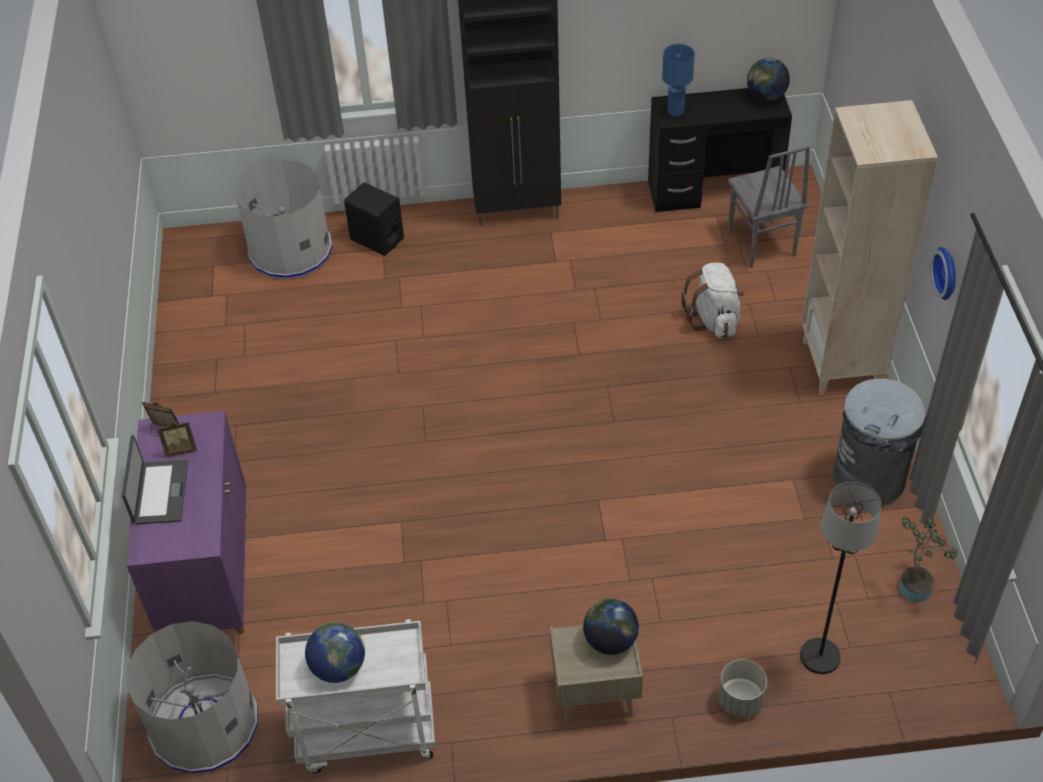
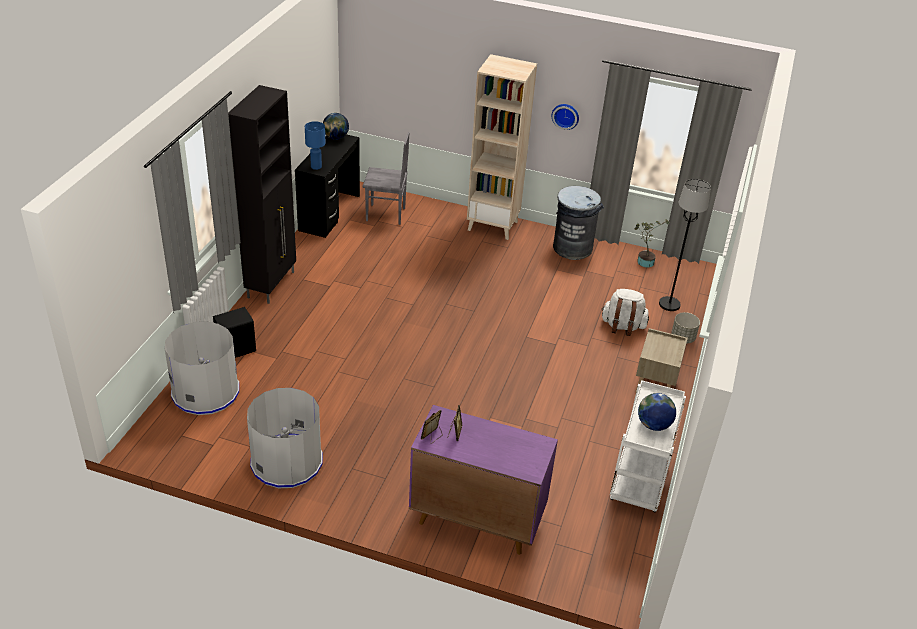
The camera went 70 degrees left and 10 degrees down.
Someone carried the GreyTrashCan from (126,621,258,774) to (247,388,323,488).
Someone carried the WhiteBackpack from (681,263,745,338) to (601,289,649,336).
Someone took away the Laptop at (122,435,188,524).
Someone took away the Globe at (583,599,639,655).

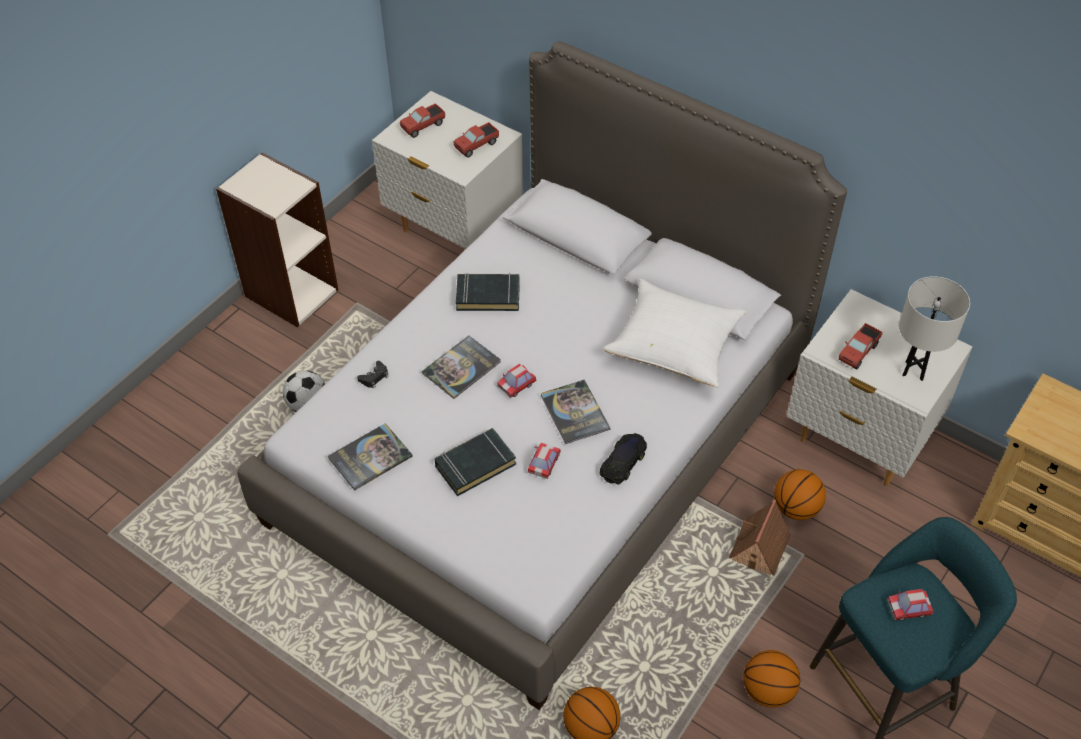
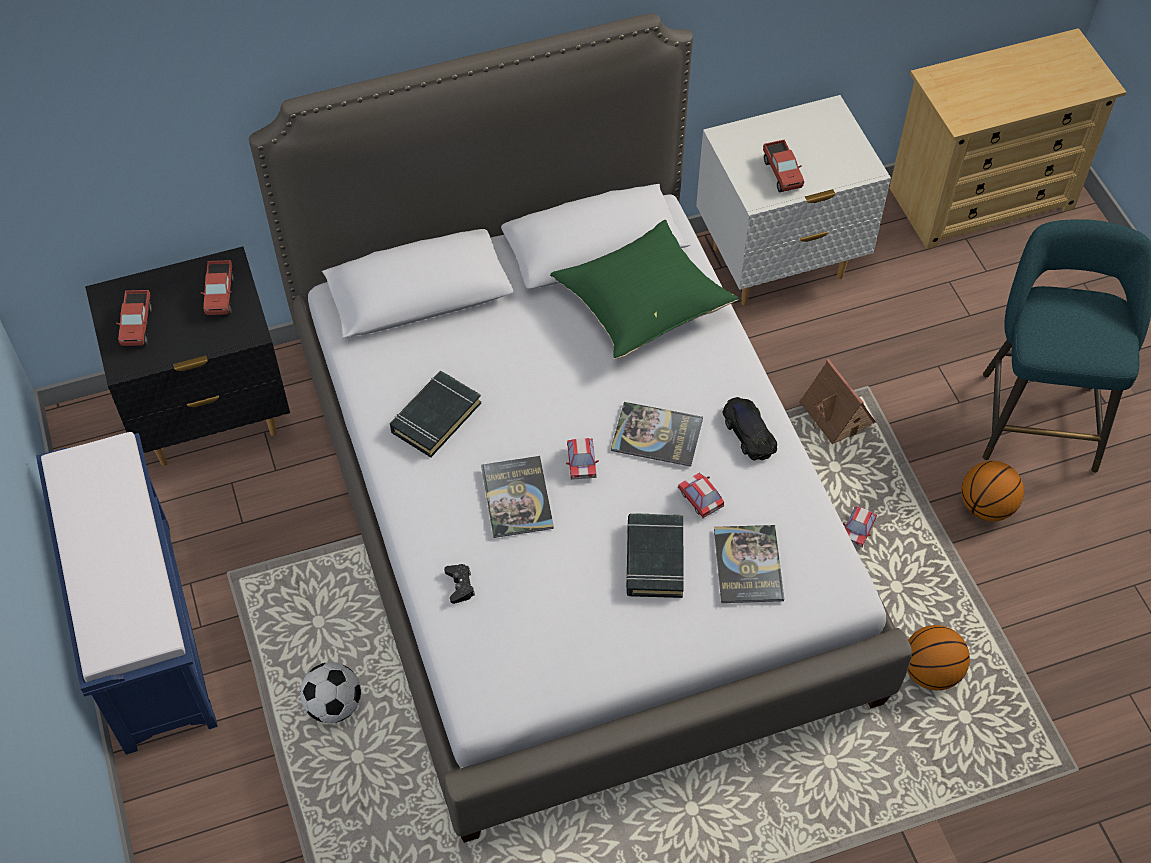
The camera went 55 degrees left and 5 degrees up.
Someone swapped the Bookcase at (216,152,338,327) for the BlueBench at (36,432,218,755).
Someone repainted the WhiteNightstand at (372,91,523,249), which became the BlackNightstand at (85,247,290,466).
Someone repainted the WhitePillow at (603,279,746,387), which became the GreenPillow at (550,220,739,359).
Someone carried the Book from (328,423,413,491) to (714,525,784,603).
Someone carried the ToyCar from (887,589,934,621) to (843,506,877,548).
Someone took away the Basketball at (774,469,826,520).
Someone took away the WhiteTableLamp at (899,276,970,381).

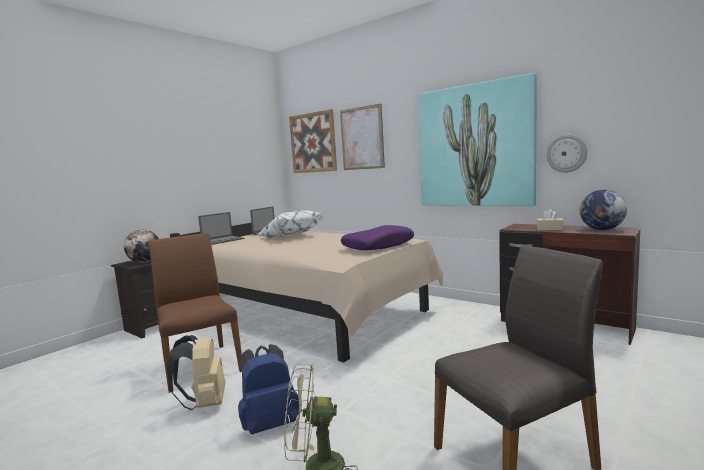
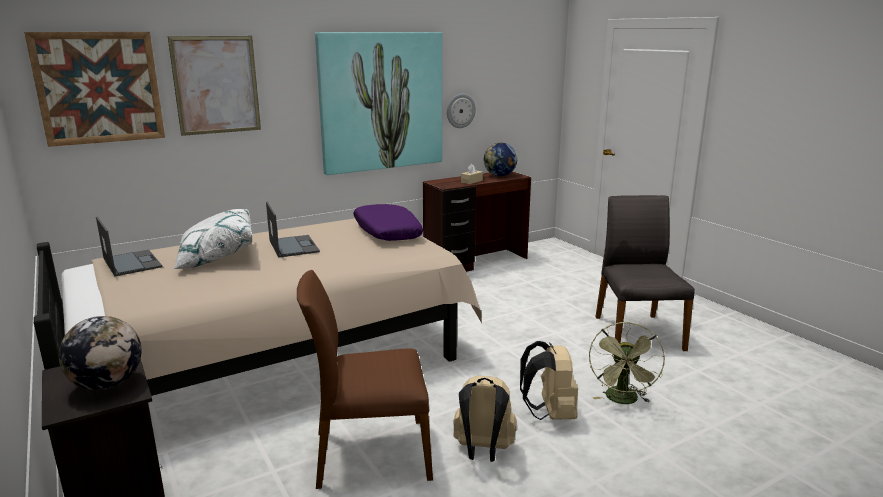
The camera went 70 degrees left and 10 degrees up.
Someone carried the Laptop from (198,212,245,245) to (266,202,320,258).
Someone repainted the BlueBackpack at (238,344,299,434), which became the BeigeBackpack at (520,341,578,420).

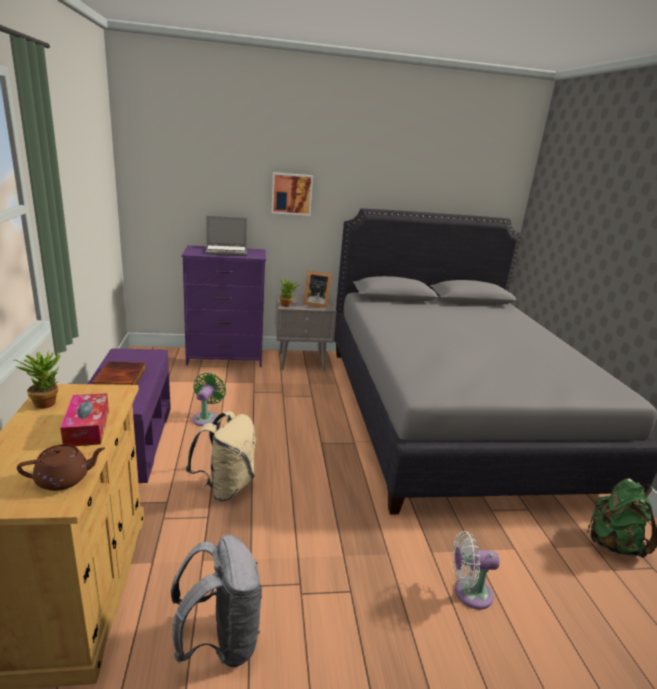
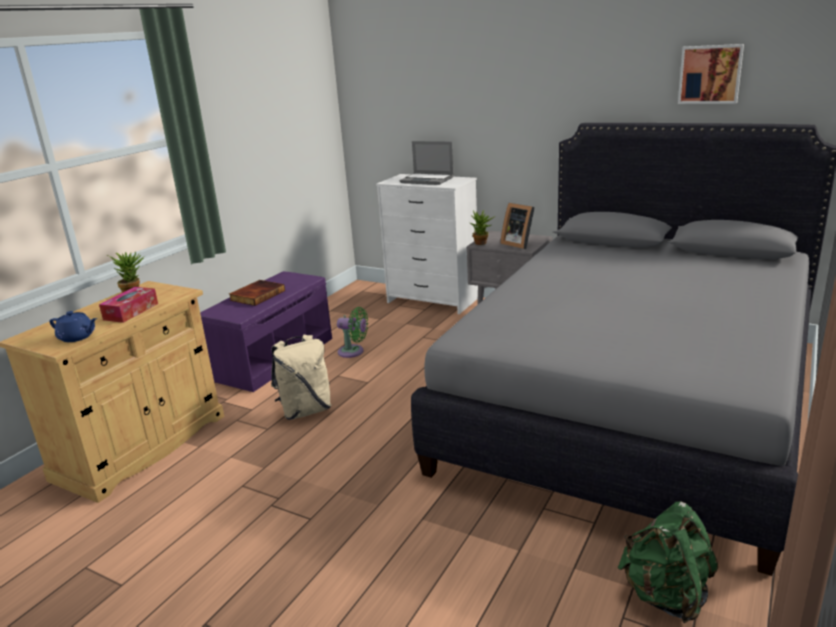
The camera went 40 degrees right and 0 degrees up.
Someone repainted the BrownTeapot at (17,444,105,491), which became the BlueTeapot at (49,311,97,342).
Someone rotated the GreenFan at (193,373,226,426) by 60 degrees clockwise.
Someone repainted the PurpleDresser at (182,245,266,367), which became the WhiteDresser at (376,174,478,314).
Someone carried the Picture from (271,172,313,216) to (678,44,744,104).
Someone took away the GreyBackpack at (171,535,262,667).
Someone took away the WhiteFan at (452,531,500,610).

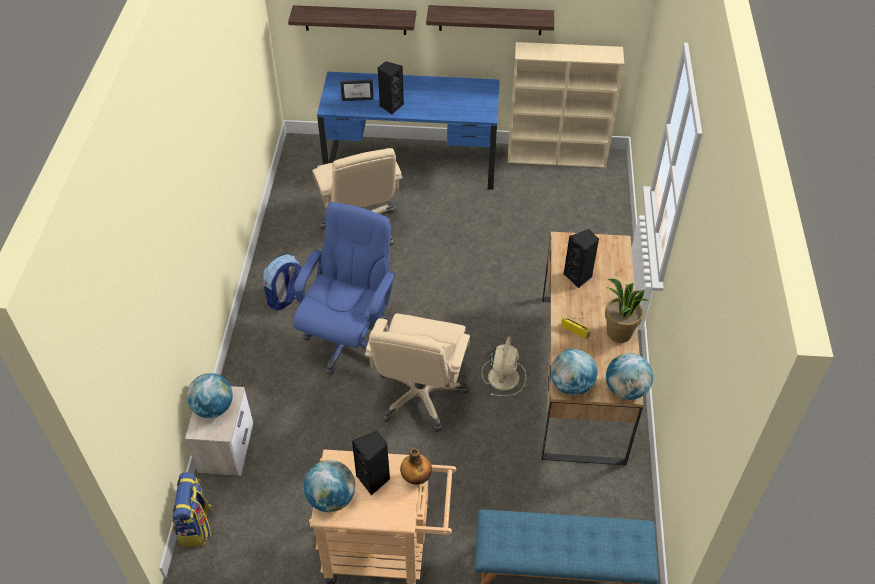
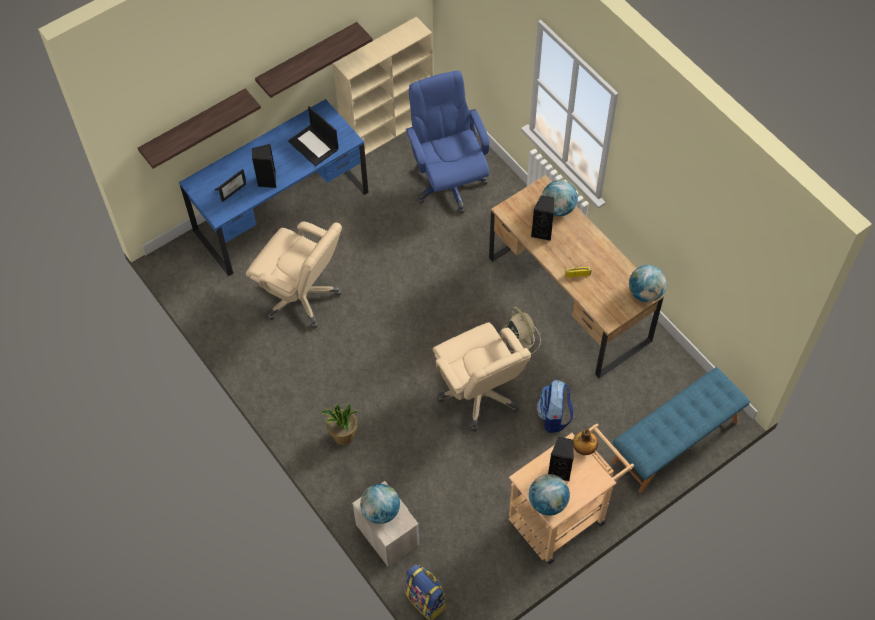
The camera went 40 degrees left and 10 degrees up.
Someone put down the Laptop at (288,106,338,166).
Someone carried the PottedPlant from (605,279,649,343) to (321,403,358,445).
Someone carried the BlueOfficeChair from (293,202,396,375) to (406,71,489,213).
Someone carried the Backpack from (263,254,302,310) to (536,380,573,433).
Someone carried the Globe from (551,349,598,395) to (542,180,578,216).

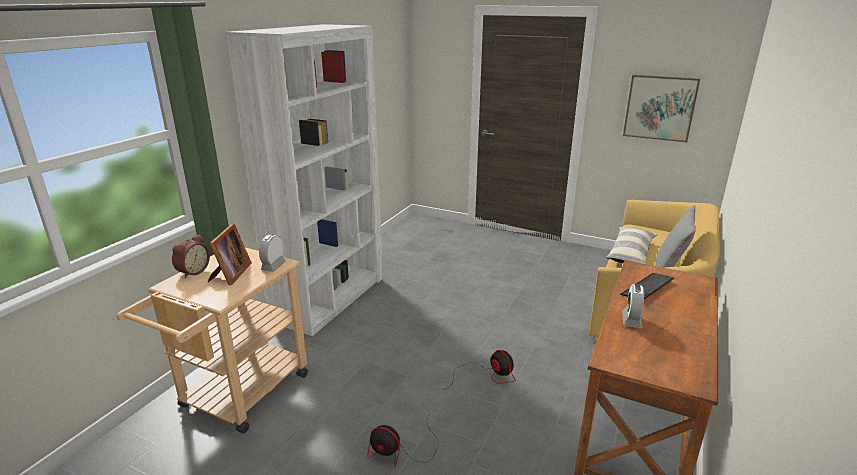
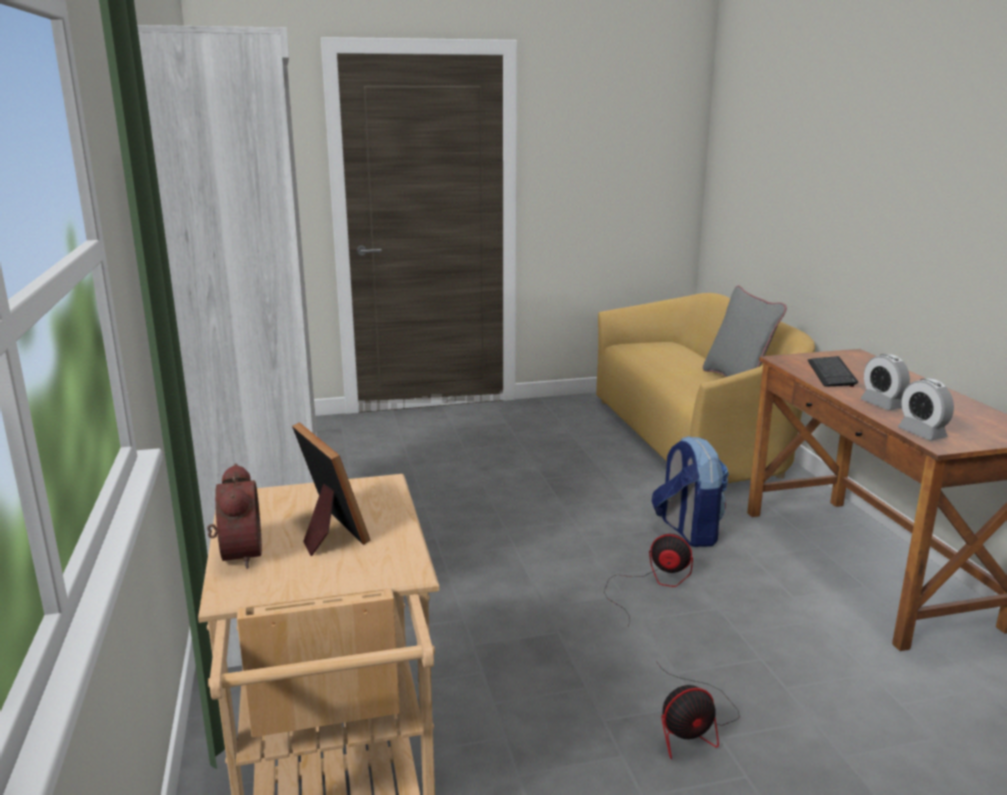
The camera went 40 degrees left and 5 degrees down.
Someone put down the Backpack at (652,436,729,547).
Someone carried the AlarmClock from (259,234,286,272) to (898,378,954,440).
Someone took away the Pillow at (606,227,657,264).
Someone took away the Picture at (623,75,700,142).

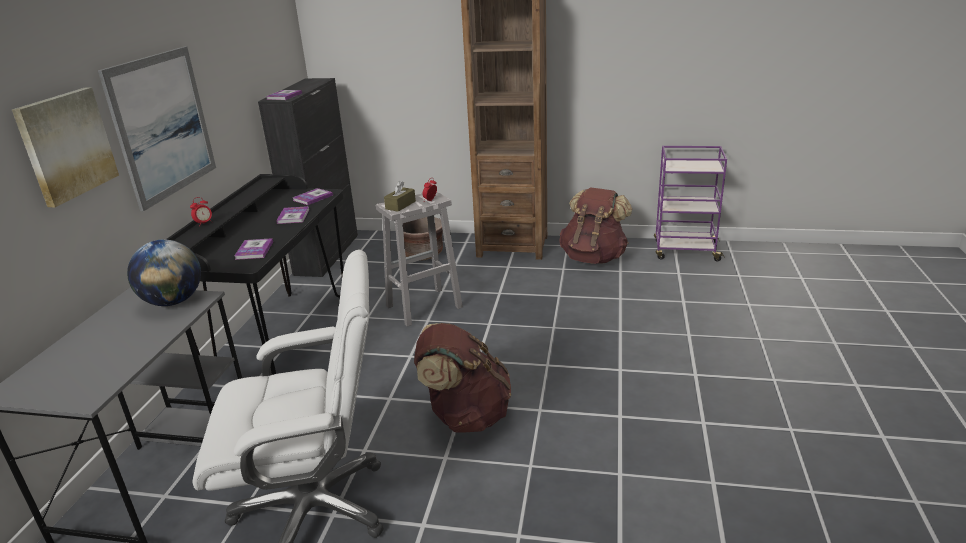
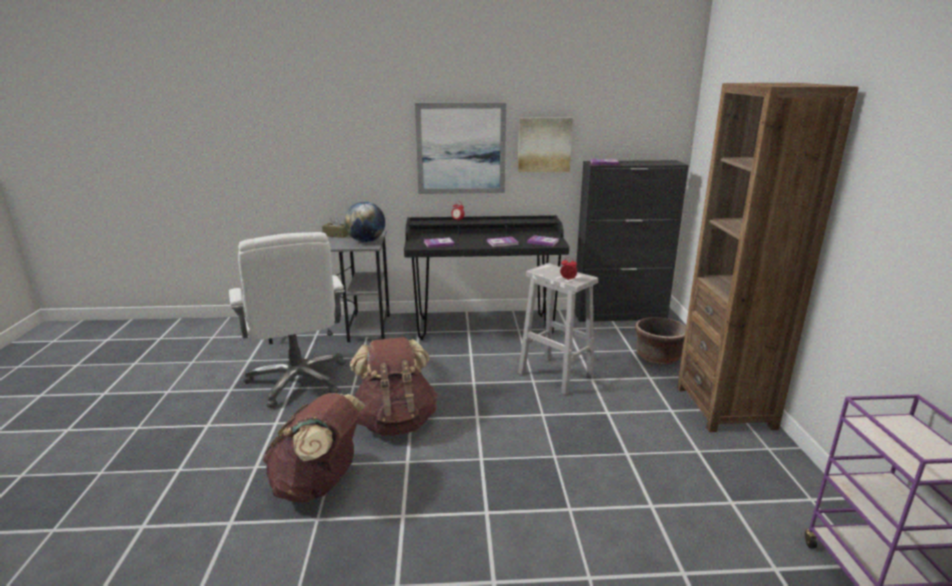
The camera went 75 degrees right and 5 degrees down.
Someone carried the BrownBackpack from (559,187,632,264) to (263,393,365,502).
Someone carried the BrownTissueBox from (384,181,416,212) to (322,216,349,238).
Someone carried the Picture from (12,87,119,207) to (518,117,573,172).

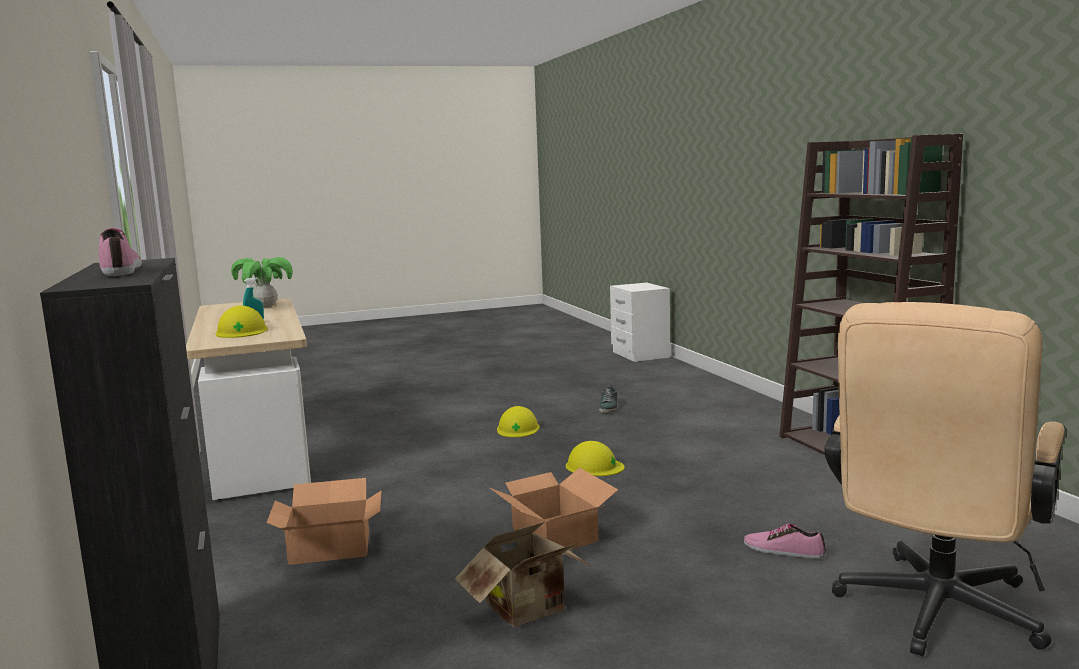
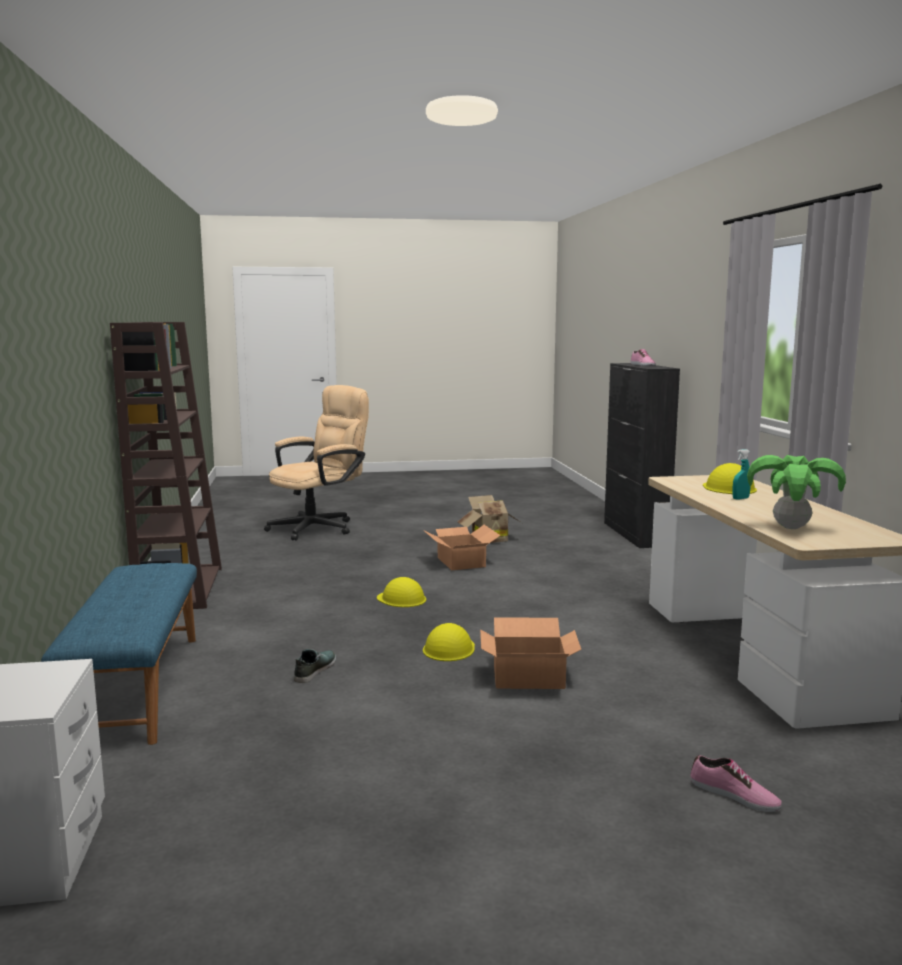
The camera went 170 degrees left and 0 degrees up.
Someone put down the BlueBench at (41,563,197,745).
Someone carried the CardboardBox from (267,478,381,565) to (480,617,582,689).
Someone carried the Shoe from (744,523,826,559) to (690,755,782,812).

